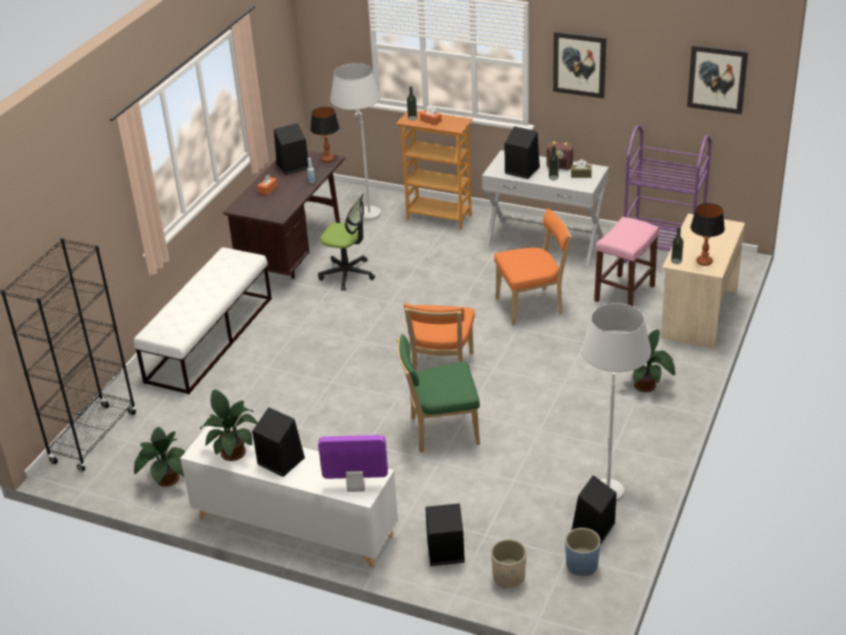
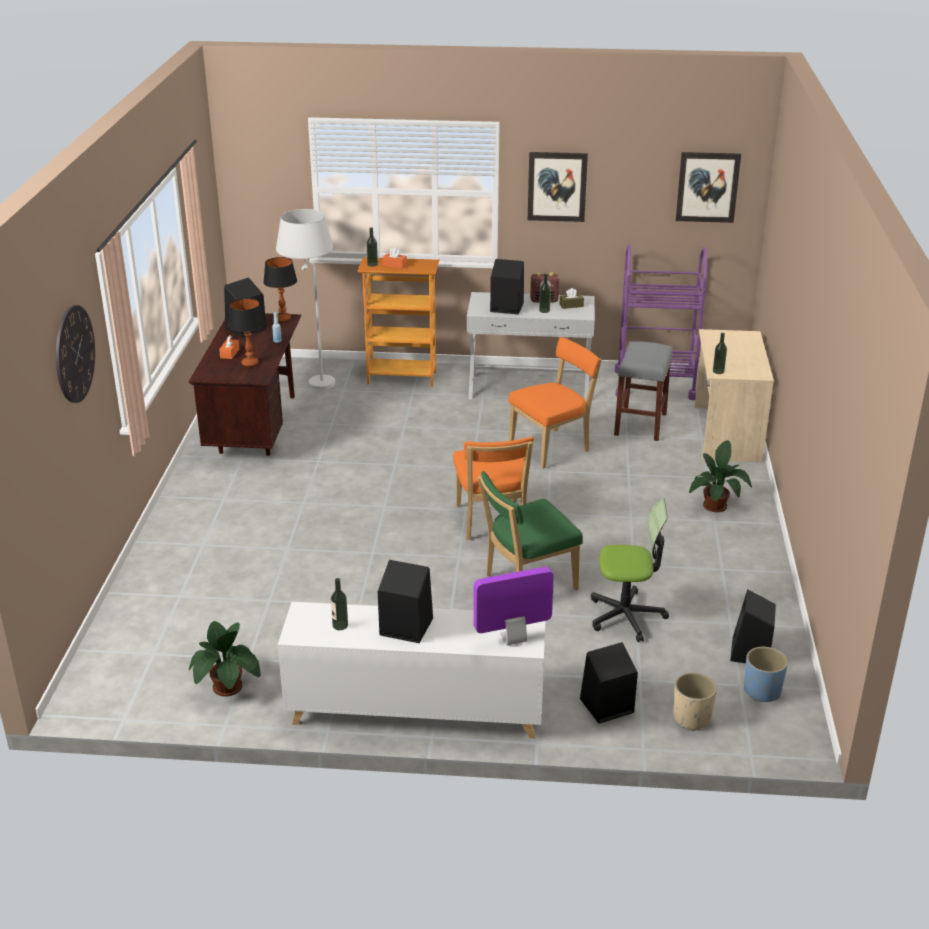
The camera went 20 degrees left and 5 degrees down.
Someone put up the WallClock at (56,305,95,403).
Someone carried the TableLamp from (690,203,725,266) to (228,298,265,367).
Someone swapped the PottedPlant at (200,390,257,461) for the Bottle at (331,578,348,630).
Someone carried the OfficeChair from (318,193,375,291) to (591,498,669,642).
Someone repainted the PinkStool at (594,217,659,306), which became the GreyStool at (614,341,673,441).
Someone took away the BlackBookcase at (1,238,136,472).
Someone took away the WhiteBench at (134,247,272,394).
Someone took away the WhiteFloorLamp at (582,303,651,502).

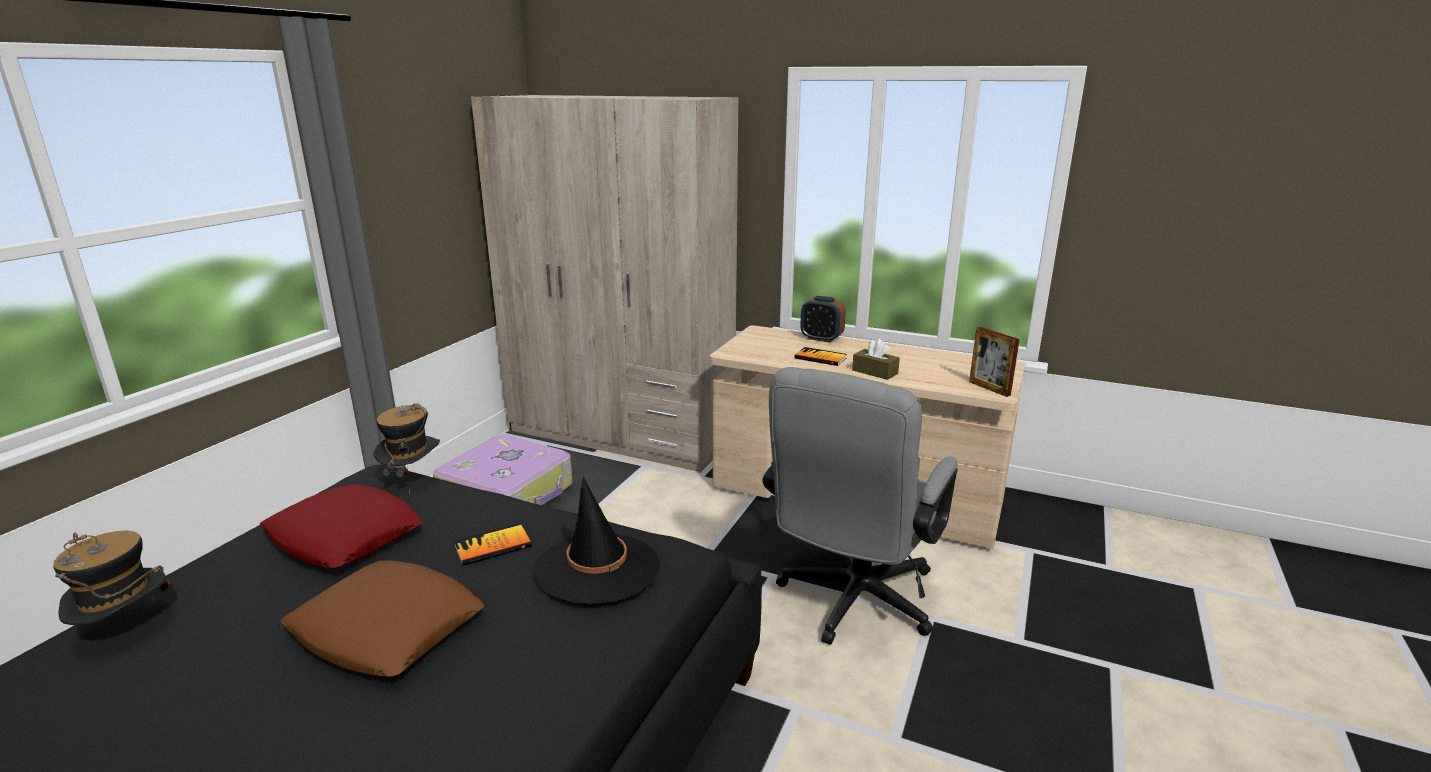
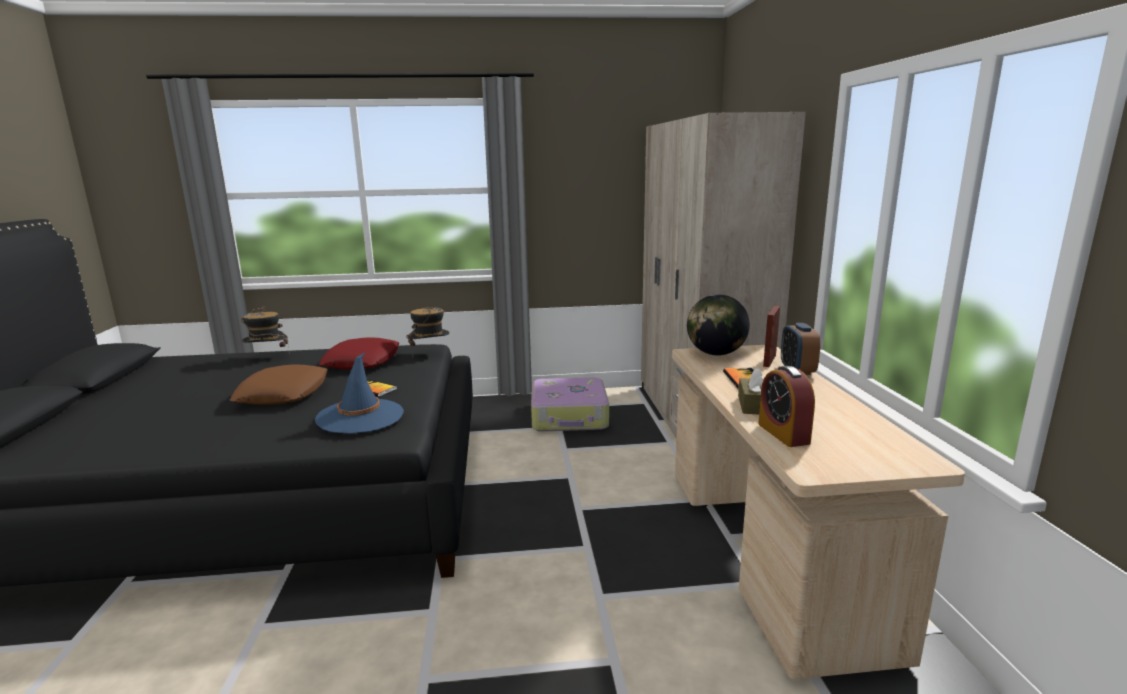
The camera went 60 degrees right and 5 degrees down.
Someone repainted the BlackHat at (534,476,660,605), which became the BlueHat at (315,352,404,434).
Someone put down the Globe at (687,295,750,355).
Someone put down the AlarmClock at (758,366,815,447).
Someone carried the PictureFrame from (969,327,1020,397) to (763,306,780,367).
Someone took away the GreyOfficeChair at (763,367,958,645).

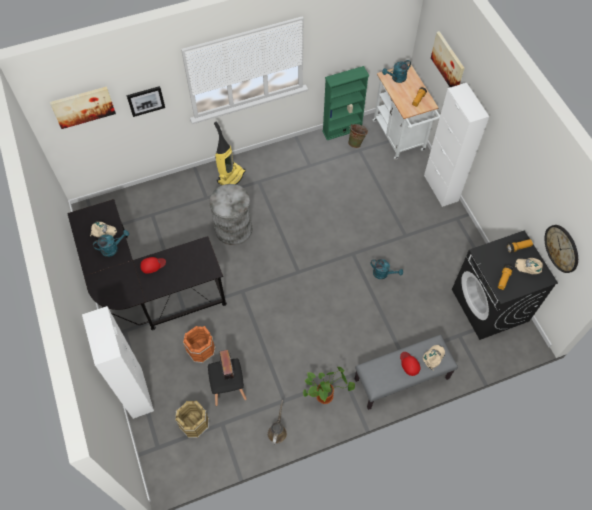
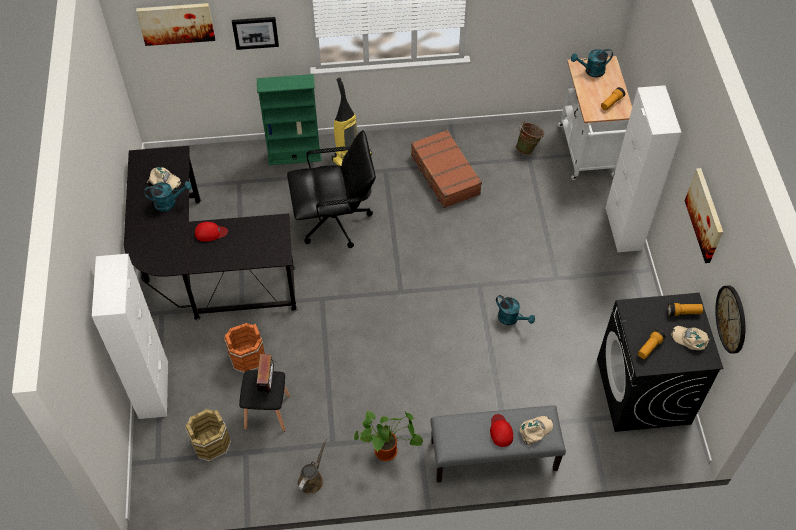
The camera went 15 degrees right and 5 degrees down.
Someone carried the GreenBookcase from (322,66,369,140) to (257,74,322,165).
Someone swapped the GreyTrashCan at (209,184,252,245) for the BlackOfficeChair at (287,130,376,248).
Someone put down the BrownSuitcase at (411,130,482,208).
Someone carried the Picture from (431,31,465,87) to (685,168,723,263).

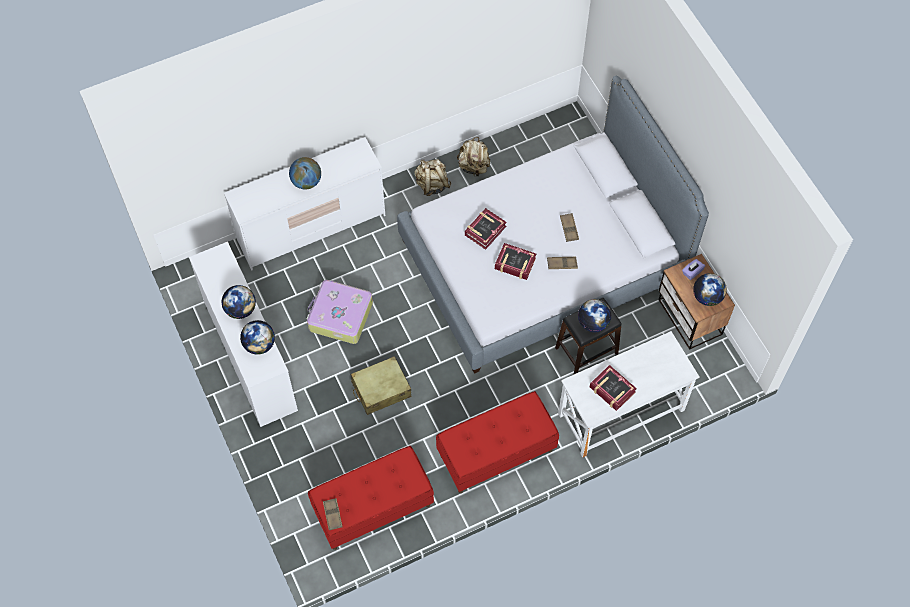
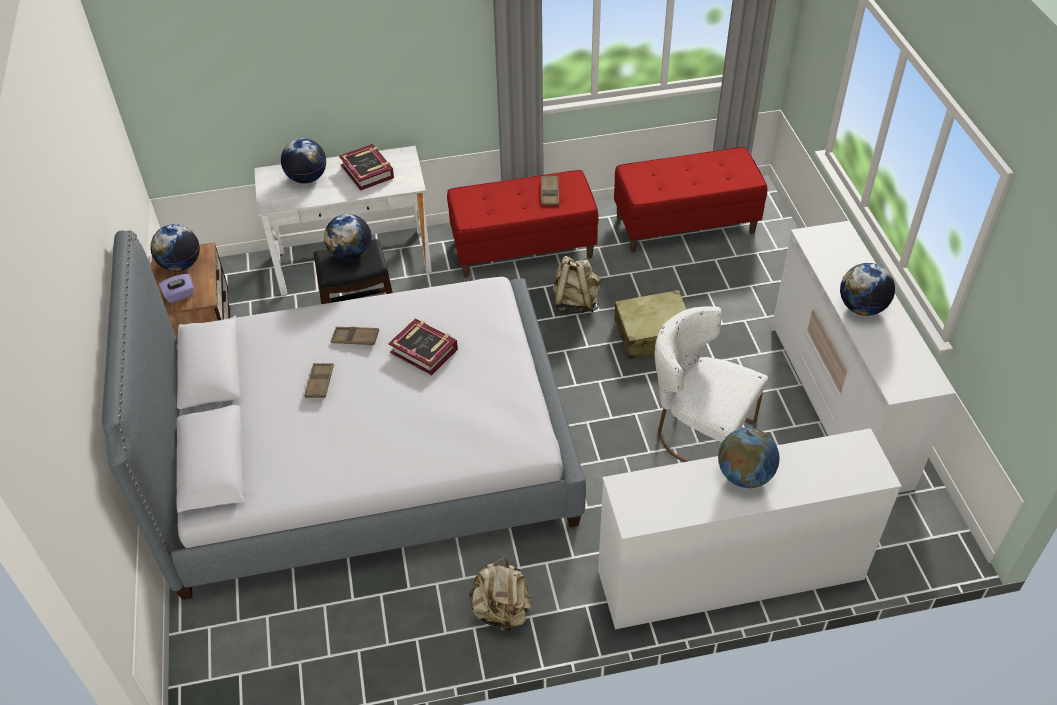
The camera went 165 degrees left and 15 degrees down.
Someone carried the Globe from (240,320,275,355) to (281,138,326,183).
Someone carried the BrownTray from (323,498,343,530) to (541,176,559,205).
Someone carried the BeigeBackpack from (457,137,490,176) to (553,256,601,313).
Someone swapped the Suitcase at (307,280,373,344) for the WhiteChair at (655,306,768,462).
Someone took away the Book at (465,208,507,250).

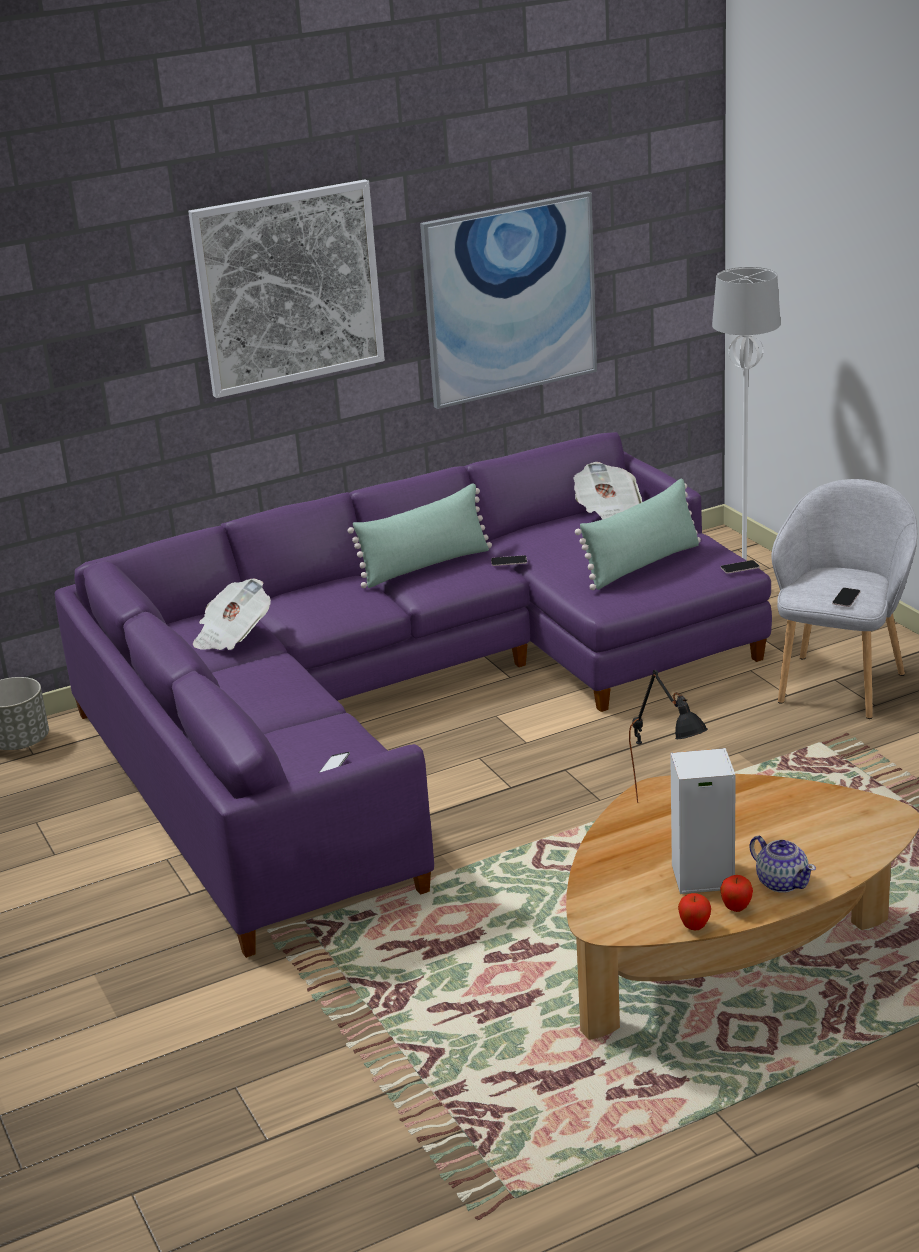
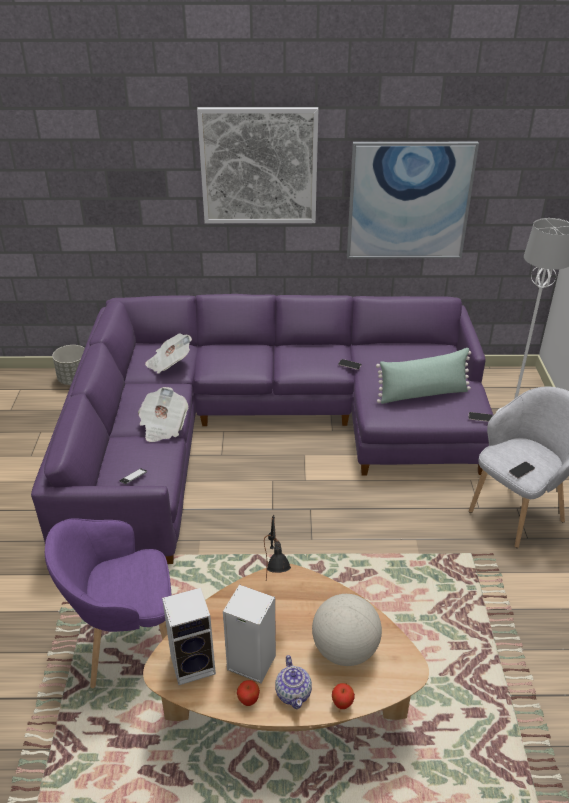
The camera went 25 degrees right and 10 degrees up.
Someone put down the PurpleArmchair at (45,518,171,688).
Someone carried the Newspaper from (574,462,642,519) to (138,387,188,442).
Someone put down the Speaker at (162,588,216,685).
Someone put down the Globe at (312,594,382,666).
Someone carried the Apple from (678,893,711,930) to (332,683,355,709).
Someone took away the GreenPillow at (348,483,492,588).

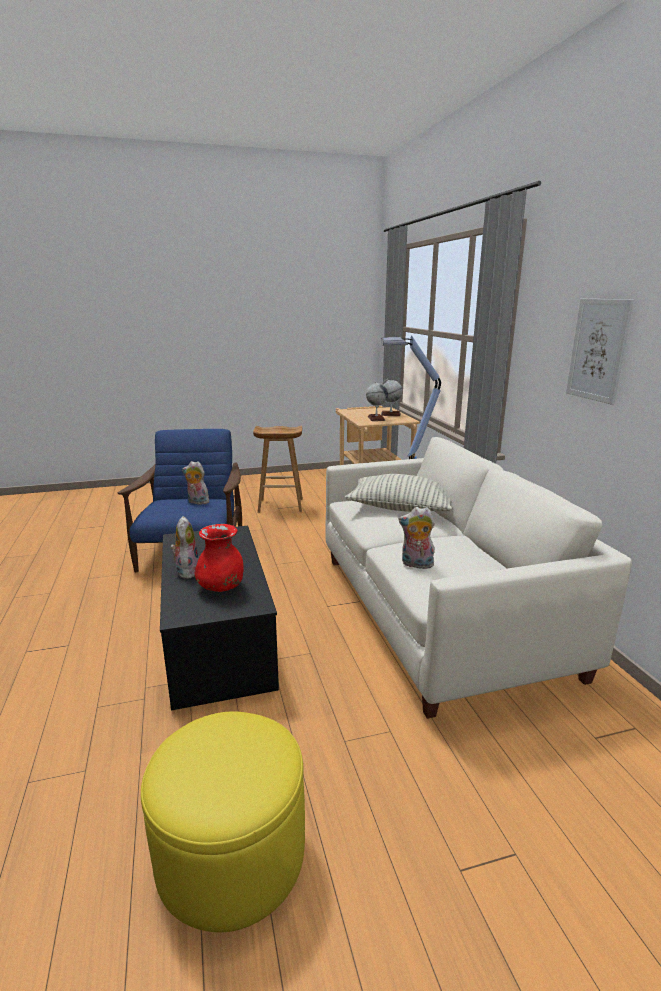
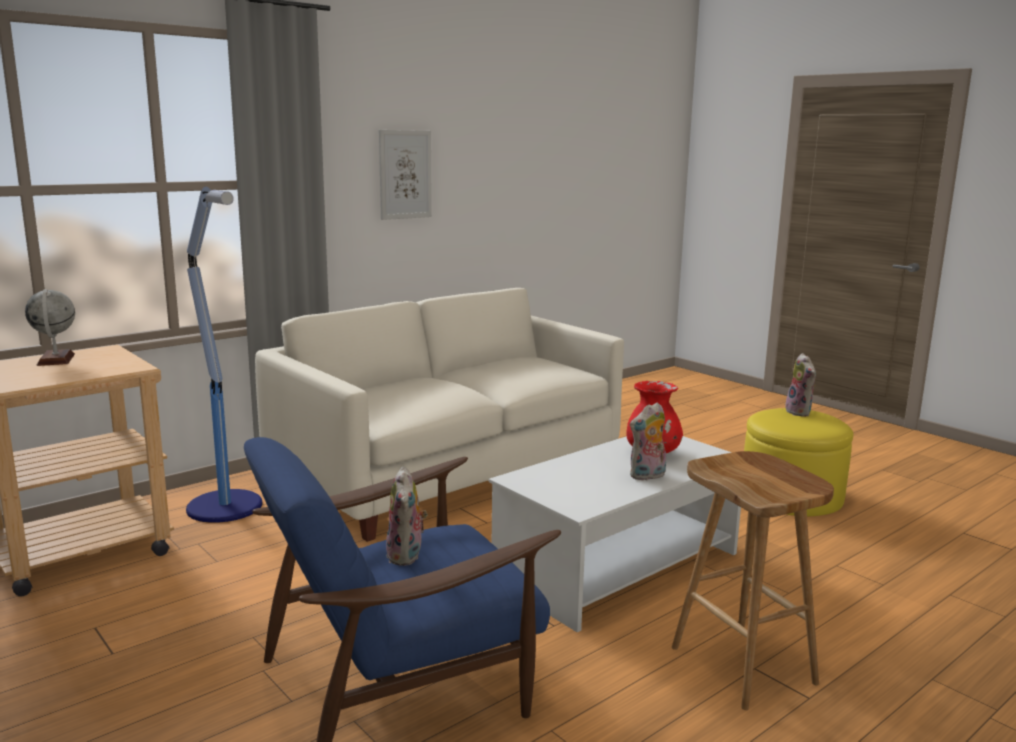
The camera went 115 degrees left and 5 degrees down.
Someone repainted the BlackCoffeeTable at (160,526,279,710), which became the WhiteCoffeeTable at (489,436,741,632).
Someone carried the BrownStool from (253,425,303,513) to (672,451,834,710).
Someone carried the PlushToy from (398,507,435,569) to (785,353,816,417).
Someone took away the Pillow at (345,474,452,512).
Someone took away the Globe at (366,381,388,421).

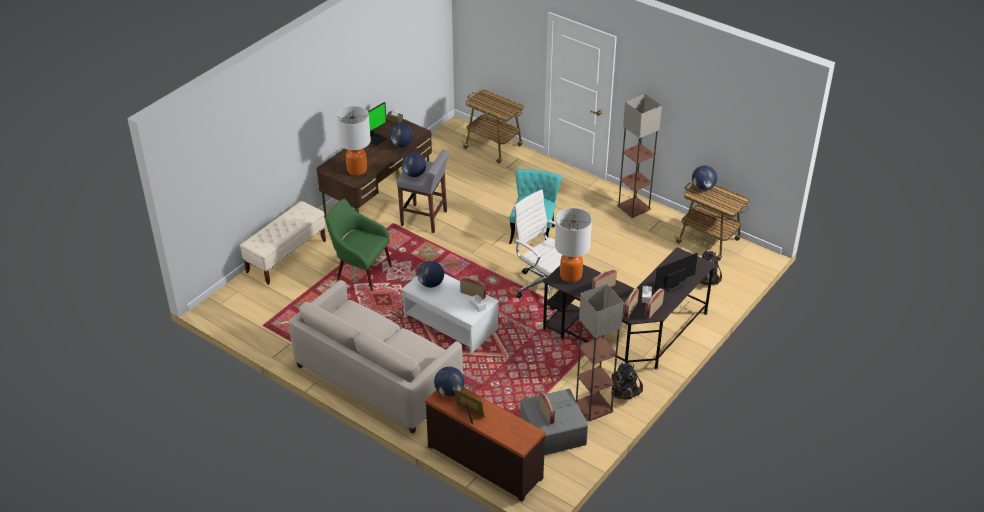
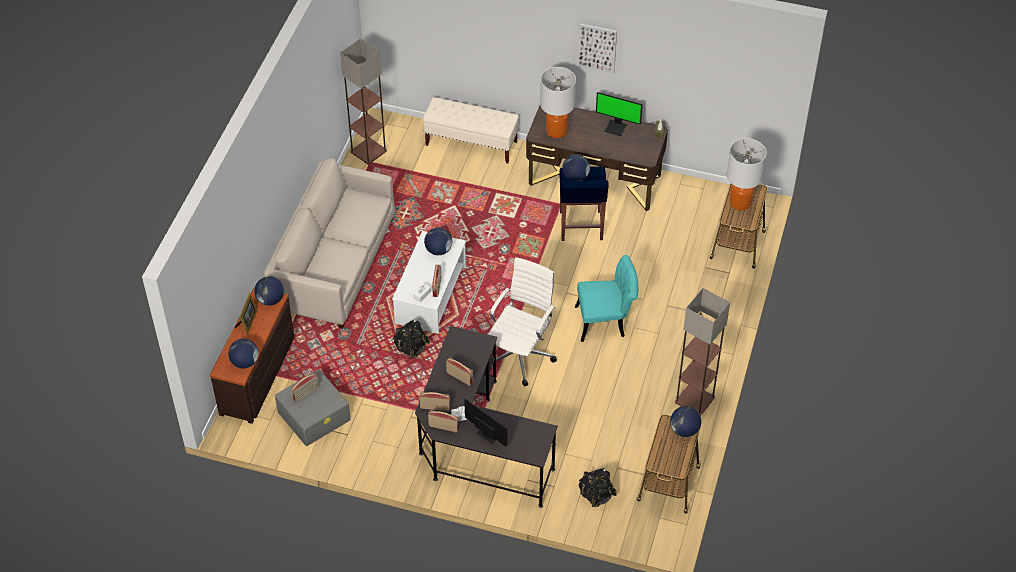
The camera went 70 degrees right and 10 degrees up.
Someone carried the Globe from (389,123,413,148) to (228,339,259,369).
Someone carried the FloorLamp from (576,284,624,421) to (340,39,387,165).
Someone carried the BlackBackpack from (611,362,643,400) to (393,320,430,359).
Someone repainted the GreyStool at (397,150,449,233), which became the BlueStool at (559,167,609,241).
Someone put up the Picture at (578,24,617,74).
Someone carried the TableLamp from (555,208,592,282) to (727,138,767,211).
Someone took away the GreenArmchair at (325,198,392,291).

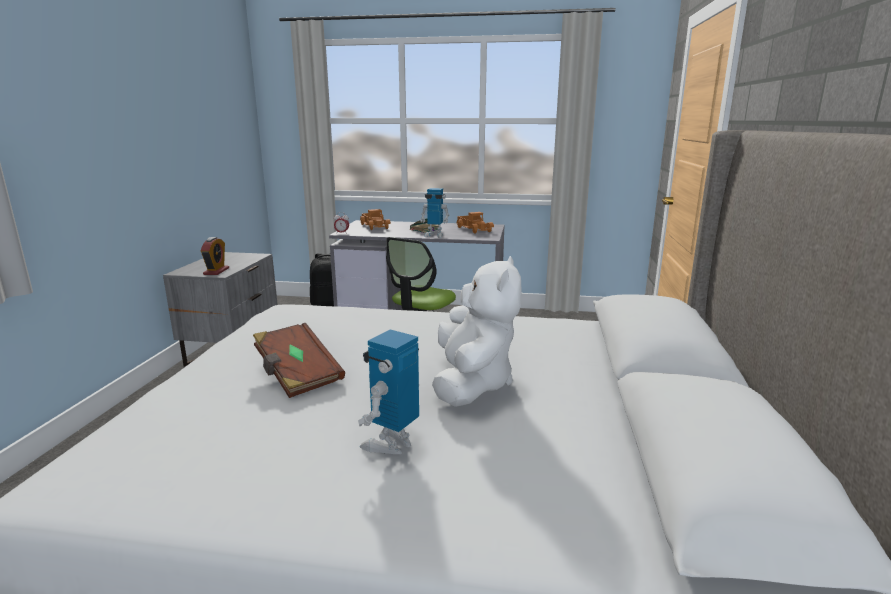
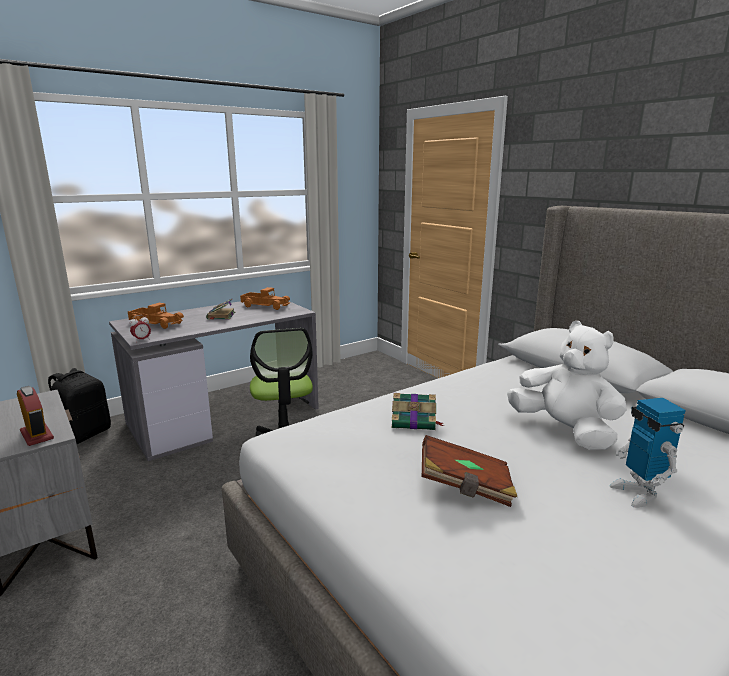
The camera went 45 degrees left and 0 degrees up.
Someone put down the Book at (392,393,444,430).
Someone took away the ToyRobot at (420,188,450,238).

